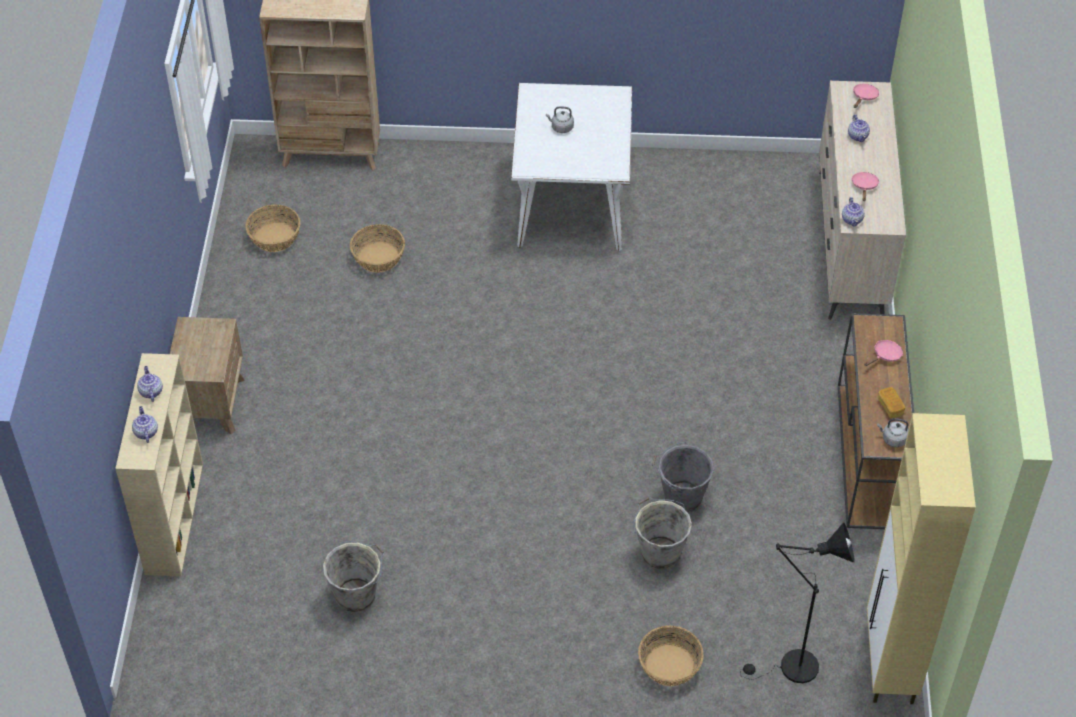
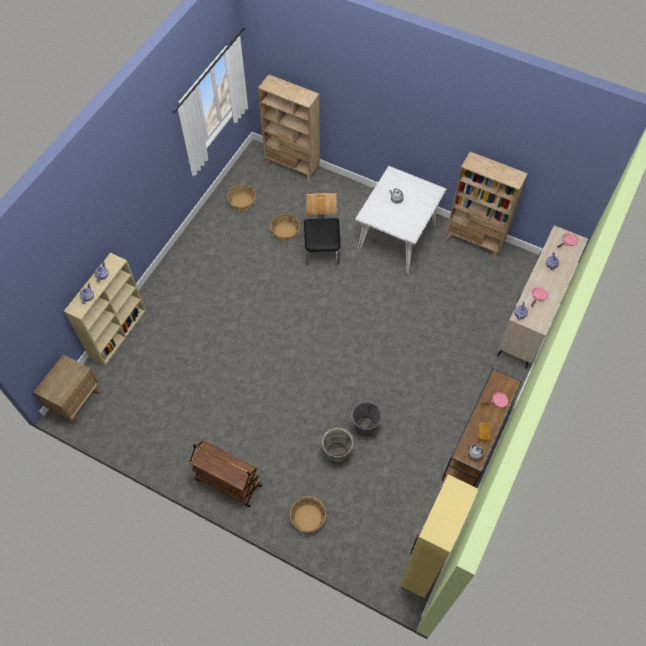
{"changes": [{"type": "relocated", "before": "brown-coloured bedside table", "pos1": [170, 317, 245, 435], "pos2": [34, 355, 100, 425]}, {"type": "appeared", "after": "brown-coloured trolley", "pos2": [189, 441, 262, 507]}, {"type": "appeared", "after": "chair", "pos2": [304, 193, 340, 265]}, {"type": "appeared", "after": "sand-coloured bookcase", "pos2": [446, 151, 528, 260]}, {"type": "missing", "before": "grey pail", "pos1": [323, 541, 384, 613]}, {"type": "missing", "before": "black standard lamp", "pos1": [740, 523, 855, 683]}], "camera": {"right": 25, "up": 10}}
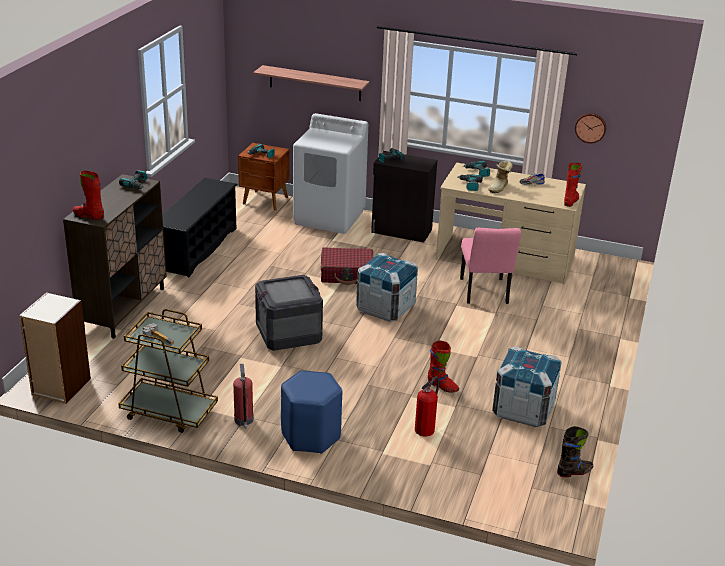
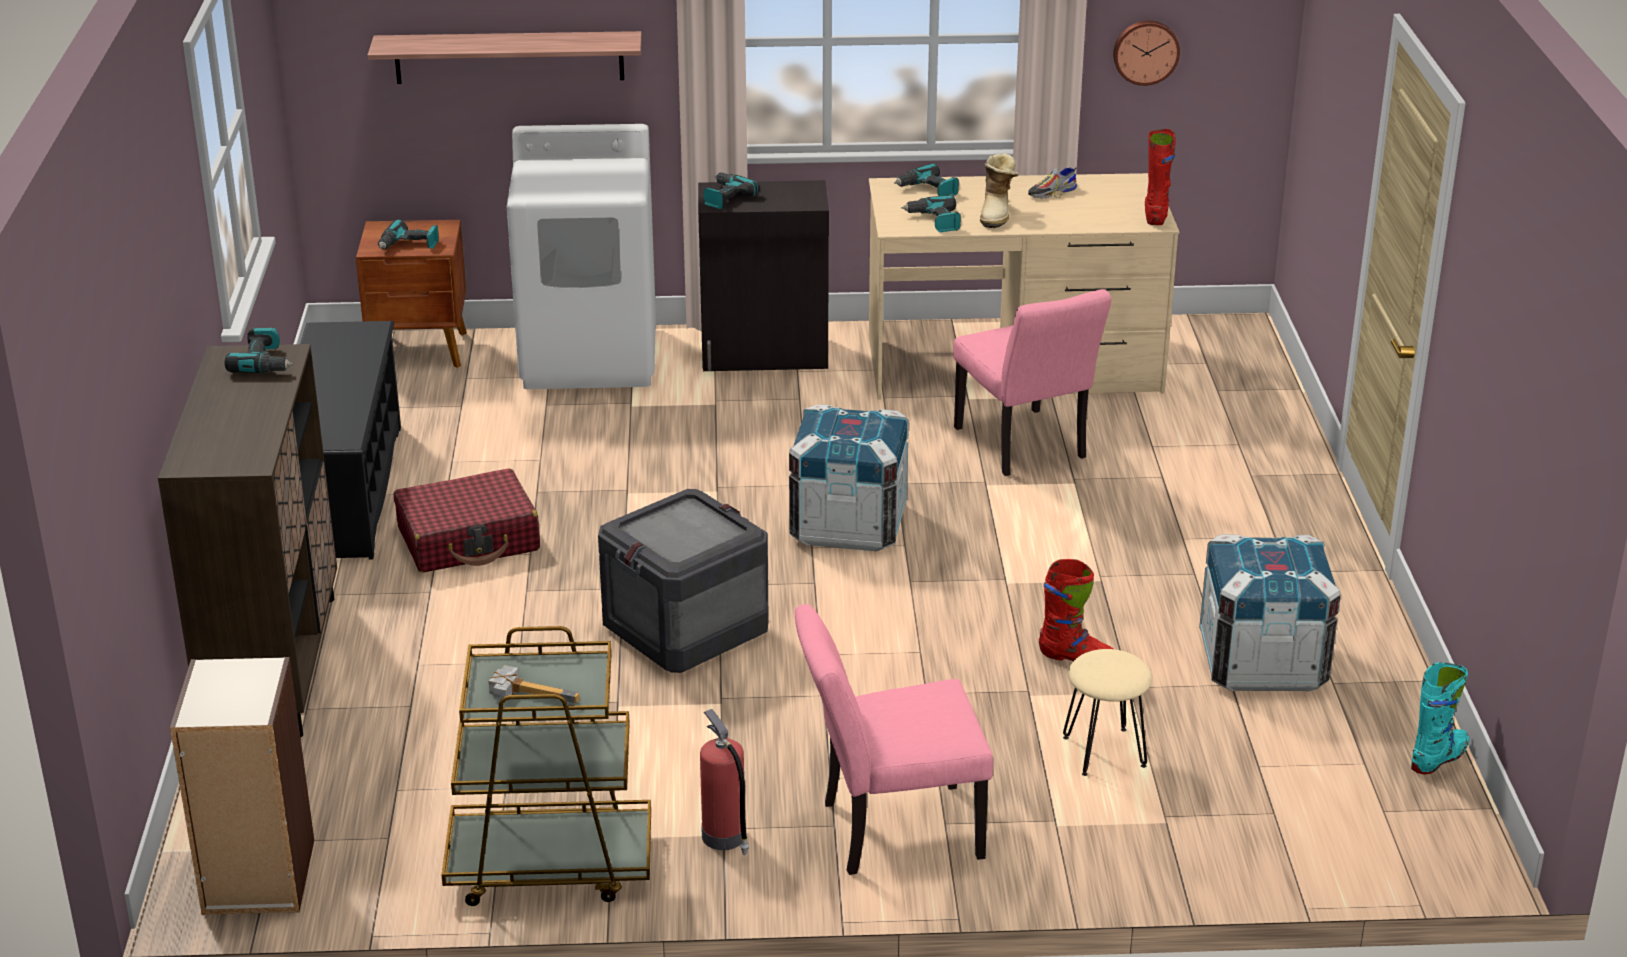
{"changes": [{"type": "relocated", "before": "red-coloured piece of luggage", "pos1": [321, 247, 373, 285], "pos2": [394, 469, 540, 573]}, {"type": "exchanged", "before": "bluish stool seat", "after": "pinkish chair", "pos1": [281, 370, 342, 454], "pos2": [795, 604, 993, 875]}, {"type": "exchanged", "before": "extinguisher", "after": "sand-coloured stool seat", "pos1": [415, 376, 439, 437], "pos2": [1063, 649, 1152, 776]}, {"type": "colour", "before": "black boot", "after": "blue-green boot", "pos1": [557, 426, 593, 478], "pos2": [1411, 662, 1469, 774]}, {"type": "missing", "before": "red-coloured boot", "pos1": [73, 171, 104, 220]}], "camera": {"right": -20, "up": 0}}
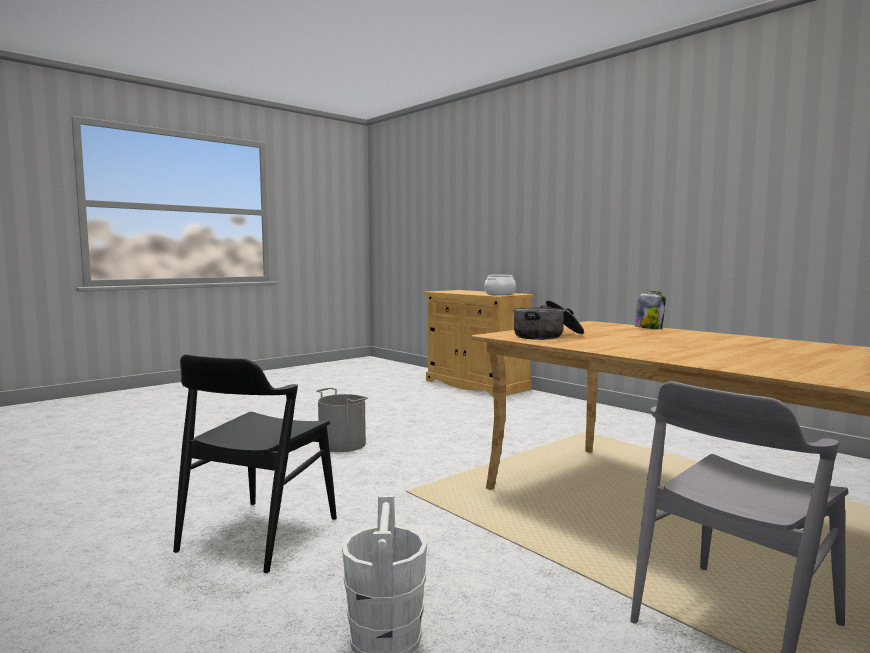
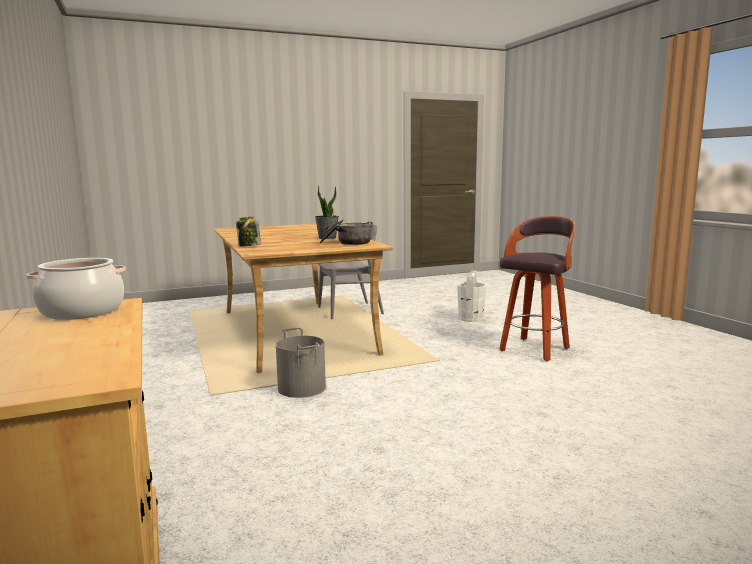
{"changes": [{"type": "relocated", "before": "grey pail", "pos1": [316, 388, 368, 452], "pos2": [276, 328, 326, 398]}, {"type": "appeared", "after": "potted plant", "pos2": [315, 185, 339, 239]}, {"type": "exchanged", "before": "black chair", "after": "stool seat", "pos1": [173, 354, 337, 573], "pos2": [500, 216, 575, 361]}], "camera": {"right": -160, "up": 5}}
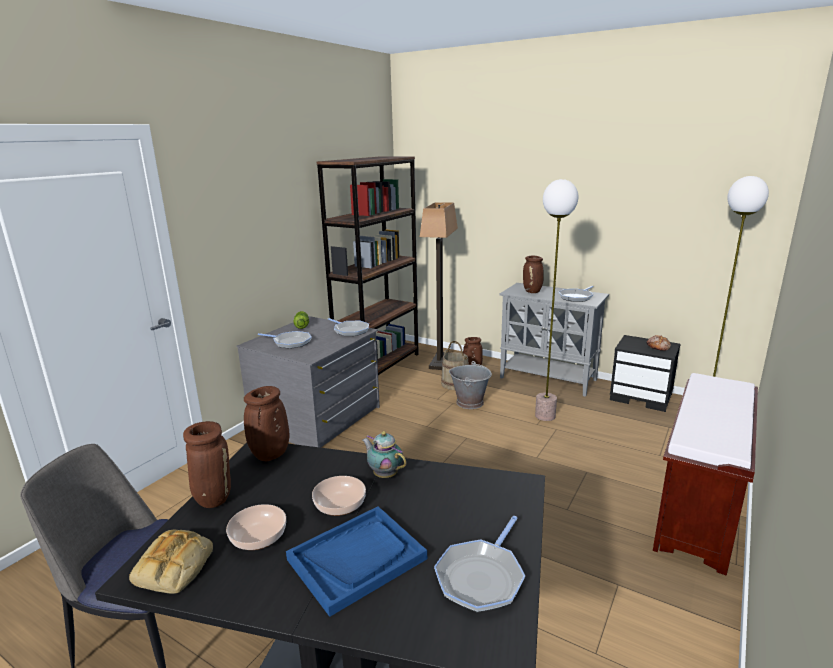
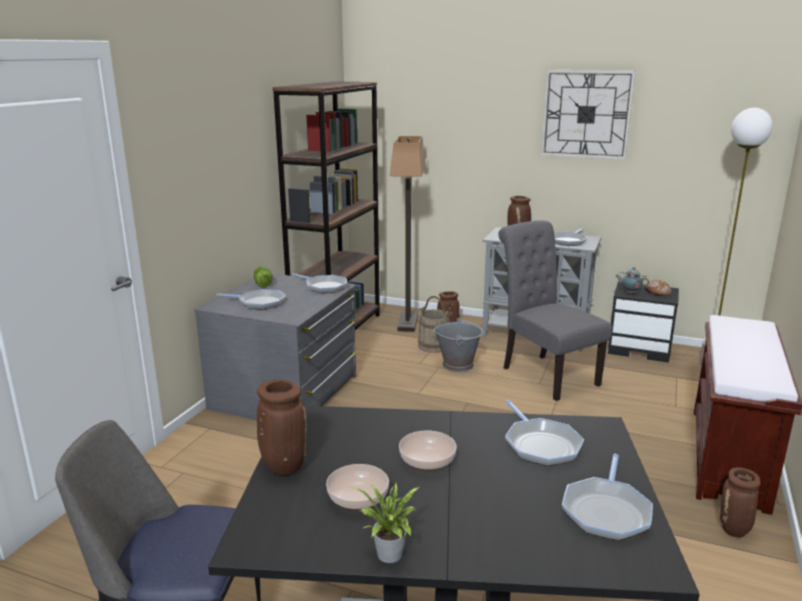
{"changes": [{"type": "appeared", "after": "potted plant", "pos2": [351, 483, 419, 563]}, {"type": "exchanged", "before": "standard lamp", "after": "grey chair", "pos1": [535, 179, 578, 421], "pos2": [498, 220, 612, 401]}, {"type": "appeared", "after": "pan", "pos2": [505, 400, 584, 466]}, {"type": "appeared", "after": "clock on the wall", "pos2": [541, 70, 636, 160]}, {"type": "relocated", "before": "tea pot", "pos1": [362, 431, 407, 478], "pos2": [615, 267, 649, 295]}, {"type": "relocated", "before": "brown-coloured decorative vase", "pos1": [244, 386, 289, 461], "pos2": [720, 467, 761, 537]}, {"type": "missing", "before": "bread", "pos1": [129, 530, 213, 594]}, {"type": "missing", "before": "bluish serving tray", "pos1": [286, 506, 427, 617]}], "camera": {"right": -10, "up": 0}}
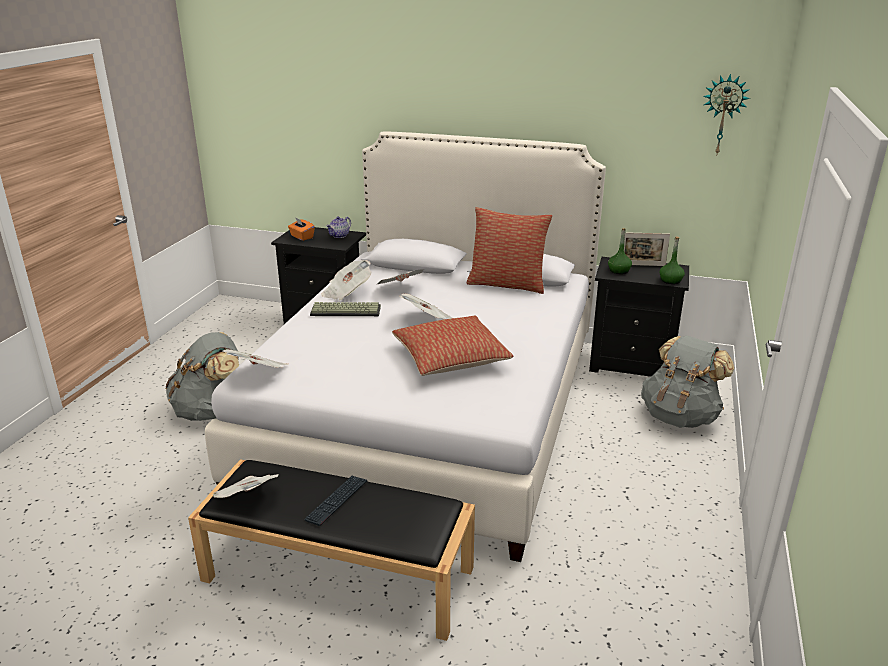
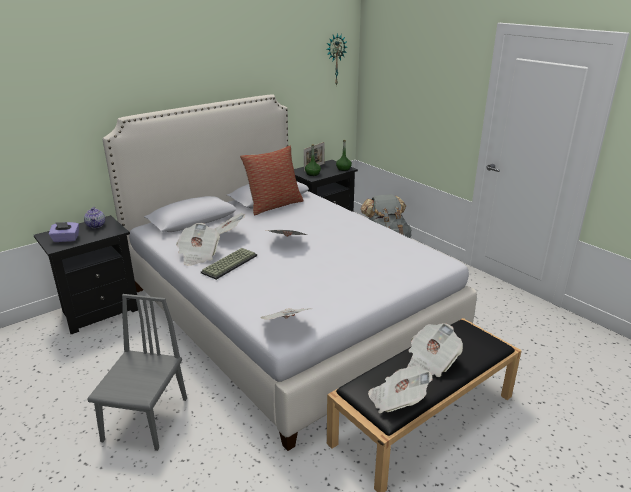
{"changes": [{"type": "colour", "before": "orangey tissue holder", "after": "purple-coloured tissue holder", "pos1": [288, 217, 315, 241], "pos2": [49, 222, 79, 242]}, {"type": "exchanged", "before": "grey backpack", "after": "grey chair", "pos1": [166, 332, 239, 421], "pos2": [87, 294, 187, 451]}, {"type": "exchanged", "before": "keyboard", "after": "newspaper", "pos1": [305, 476, 367, 526], "pos2": [408, 323, 463, 377]}, {"type": "missing", "before": "throw pillow", "pos1": [392, 316, 513, 376]}], "camera": {"right": -55, "up": 0}}
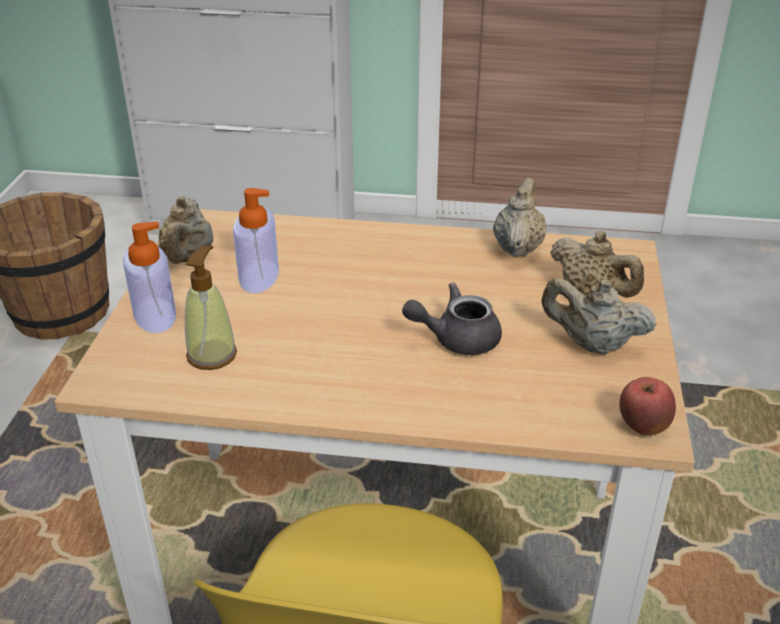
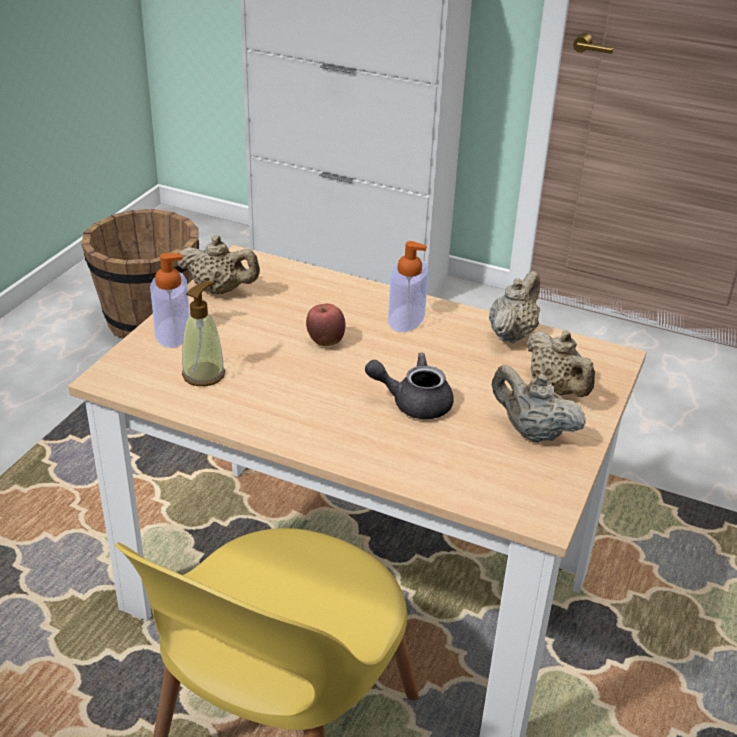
{"changes": [{"type": "spun", "before": "sand-coloured tea pot", "pos1": [158, 196, 213, 264], "pos2": [177, 235, 260, 294], "turn": -90}, {"type": "relocated", "before": "apple", "pos1": [620, 377, 676, 436], "pos2": [306, 303, 345, 346]}, {"type": "relocated", "before": "soap bottle", "pos1": [233, 188, 279, 293], "pos2": [388, 241, 428, 332]}], "camera": {"right": 15, "up": 0}}
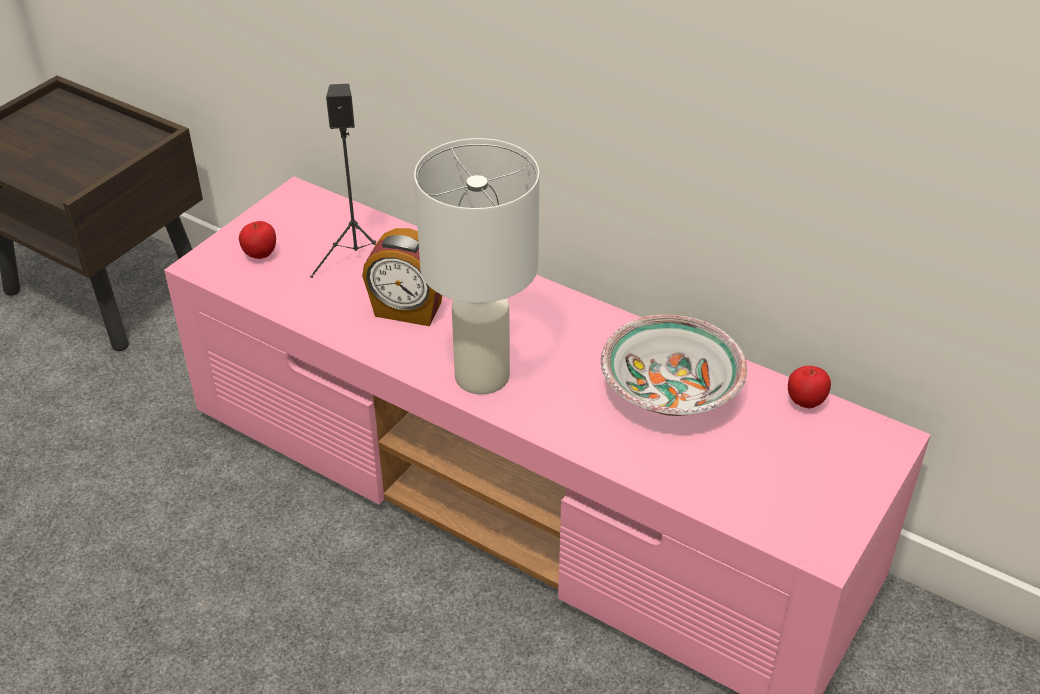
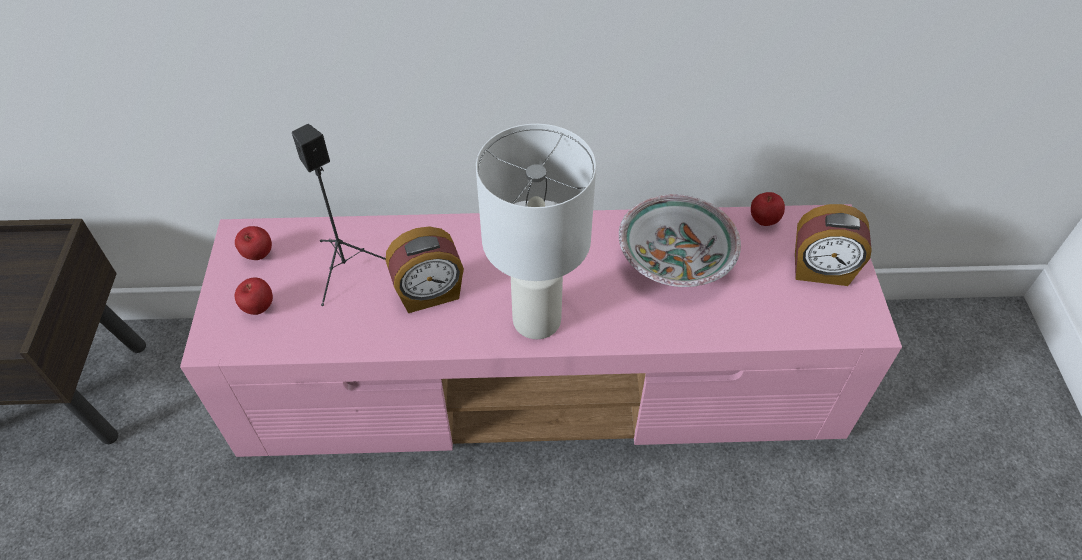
{"changes": [{"type": "appeared", "after": "apple", "pos2": [235, 226, 272, 260]}, {"type": "appeared", "after": "bedside clock", "pos2": [795, 204, 872, 286]}], "camera": {"right": -35, "up": 10}}
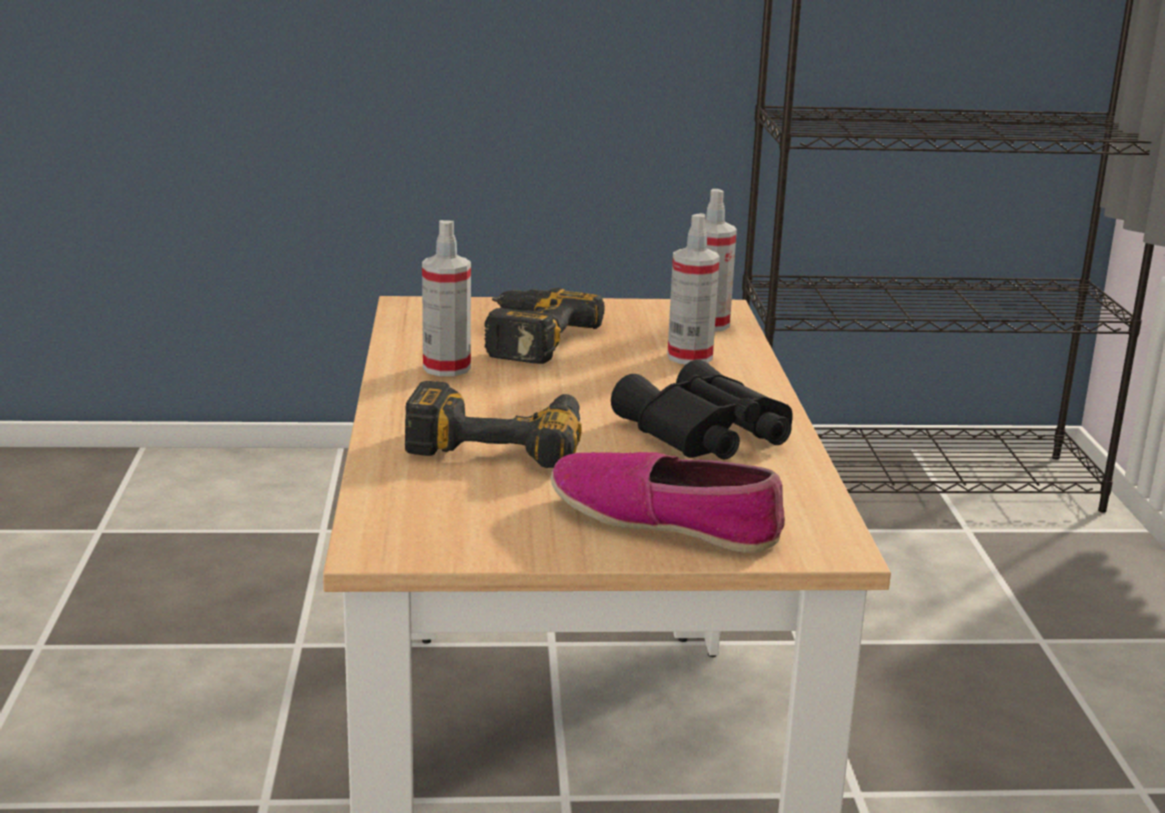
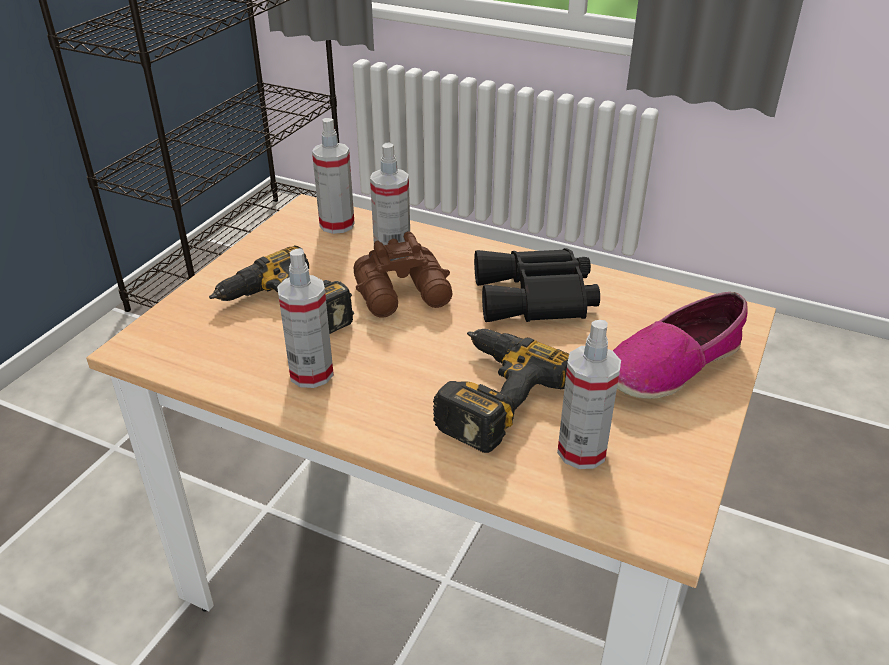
{"changes": [{"type": "appeared", "after": "brown-coloured field glasses", "pos2": [354, 231, 452, 318]}, {"type": "appeared", "after": "hand sprayer", "pos2": [557, 320, 621, 469]}], "camera": {"right": -60, "up": 15}}
